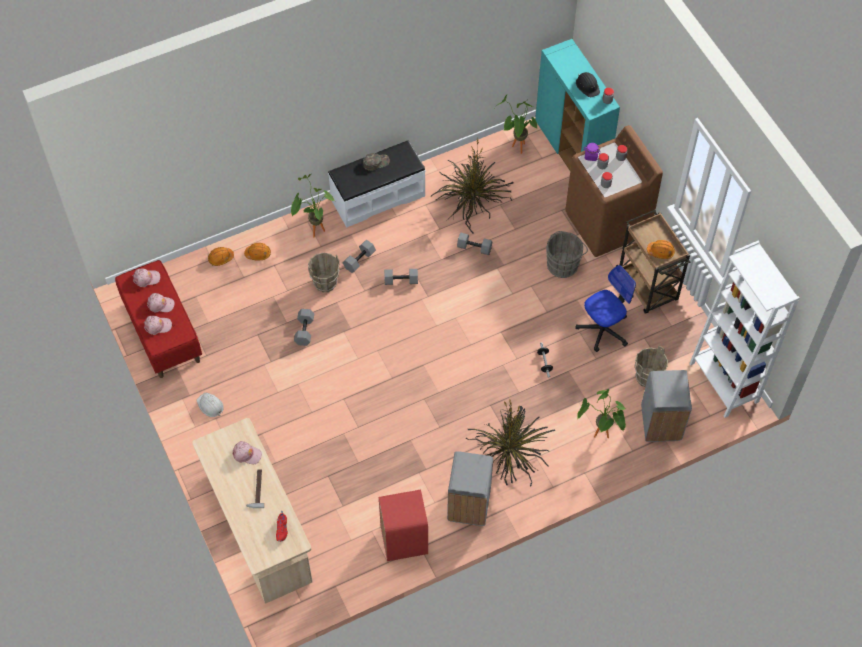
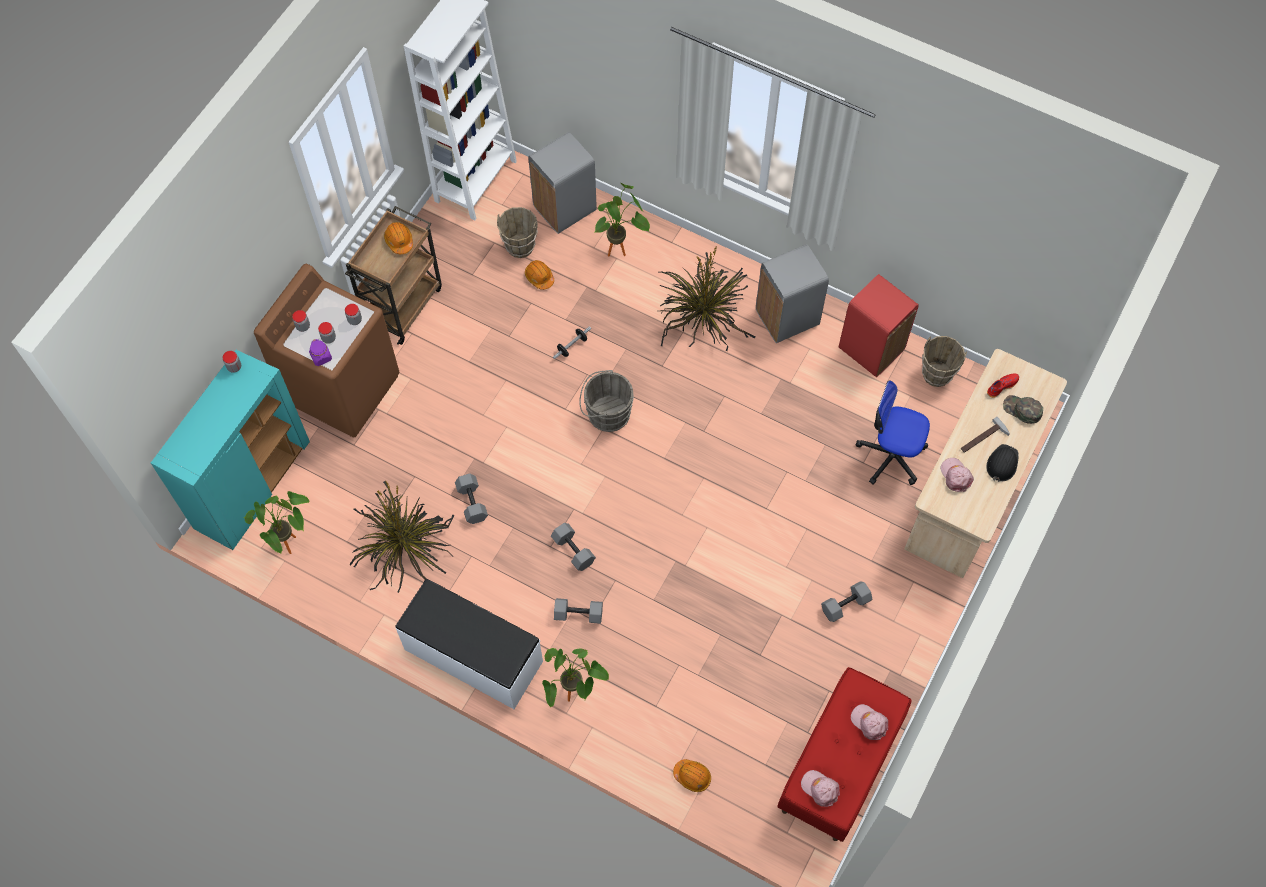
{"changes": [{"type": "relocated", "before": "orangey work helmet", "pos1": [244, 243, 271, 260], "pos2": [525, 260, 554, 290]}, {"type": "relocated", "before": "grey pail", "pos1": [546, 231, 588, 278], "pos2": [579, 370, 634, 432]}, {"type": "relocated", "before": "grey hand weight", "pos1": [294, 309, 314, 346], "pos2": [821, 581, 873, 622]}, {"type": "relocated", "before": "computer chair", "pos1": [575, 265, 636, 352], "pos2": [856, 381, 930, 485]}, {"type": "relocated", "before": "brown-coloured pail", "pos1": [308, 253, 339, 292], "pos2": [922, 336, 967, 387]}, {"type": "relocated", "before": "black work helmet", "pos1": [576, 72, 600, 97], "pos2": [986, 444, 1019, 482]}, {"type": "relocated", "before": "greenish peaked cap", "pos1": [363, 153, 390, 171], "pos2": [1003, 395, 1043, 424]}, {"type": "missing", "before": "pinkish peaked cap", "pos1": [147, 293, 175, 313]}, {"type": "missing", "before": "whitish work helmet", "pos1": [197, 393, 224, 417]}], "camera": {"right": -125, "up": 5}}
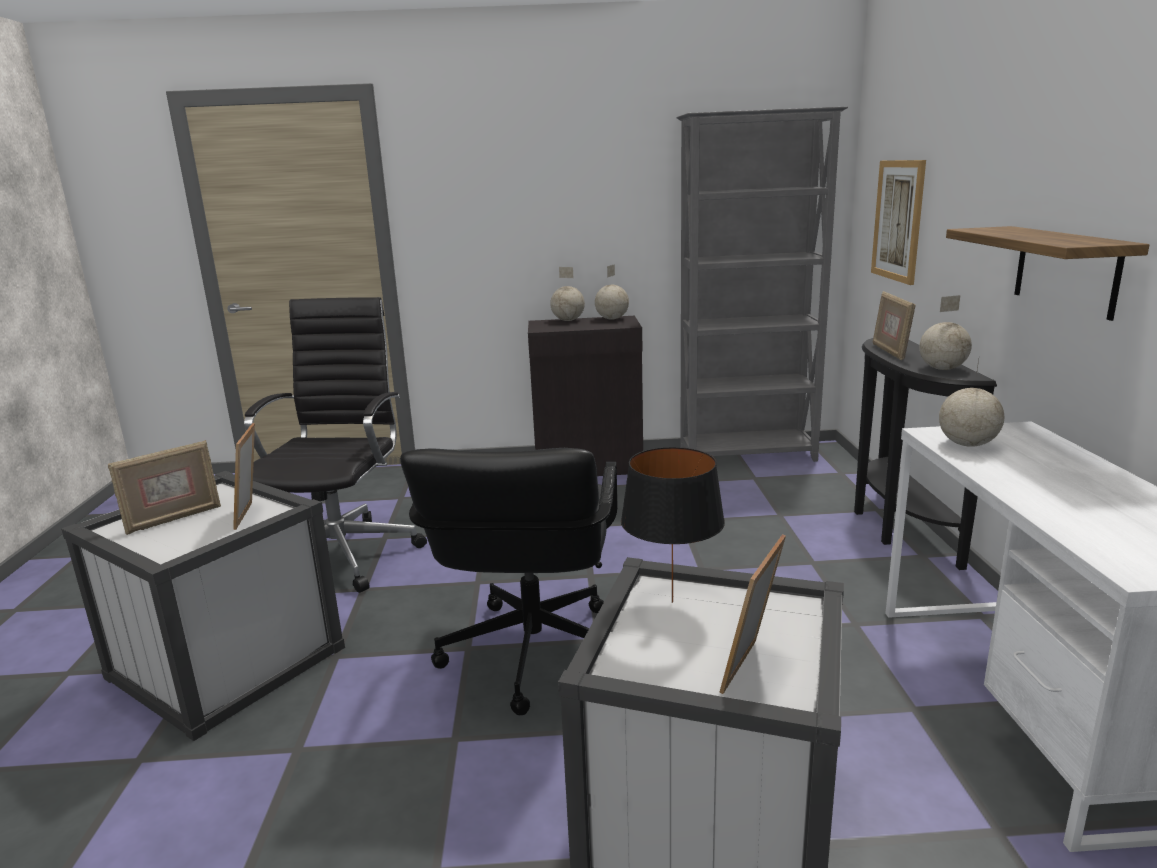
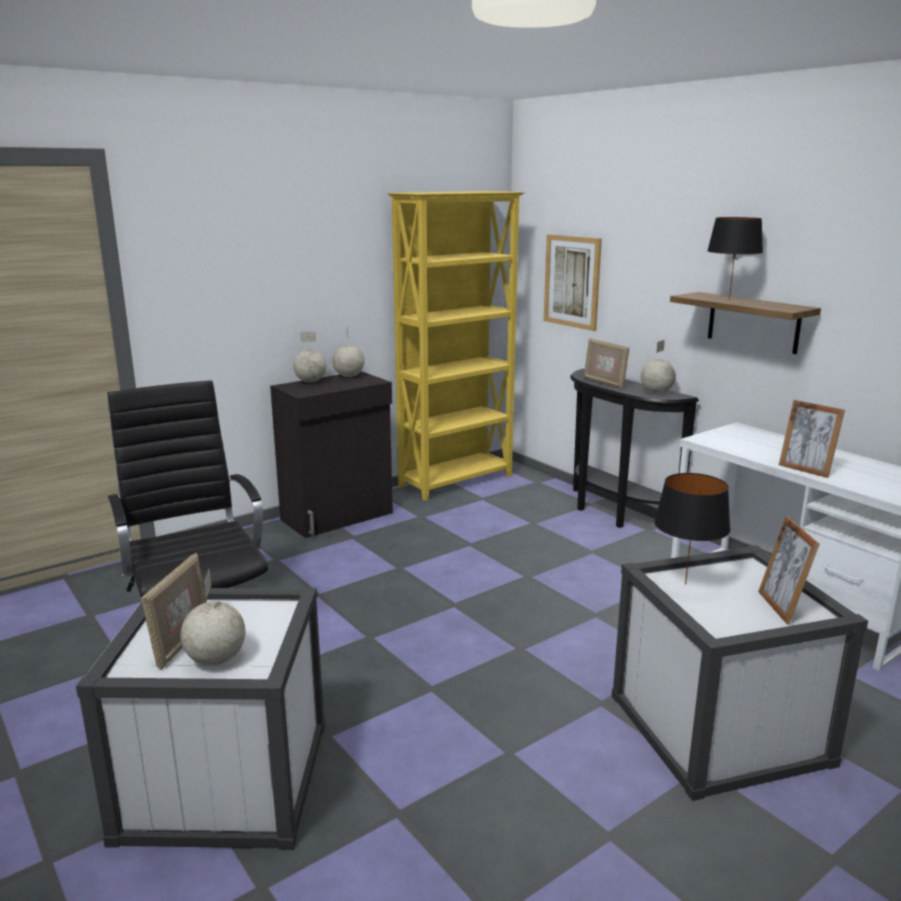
{"changes": [{"type": "relocated", "before": "desk globe", "pos1": [939, 359, 1004, 447], "pos2": [180, 568, 245, 665]}, {"type": "colour", "before": "grey bookcase", "after": "yellowish bookcase", "pos1": [676, 107, 848, 462], "pos2": [388, 191, 525, 501]}, {"type": "appeared", "after": "black table lamp", "pos2": [707, 217, 763, 300]}, {"type": "relocated", "before": "picture frame", "pos1": [233, 423, 255, 530], "pos2": [779, 400, 845, 478]}, {"type": "missing", "before": "black computer chair", "pos1": [400, 448, 617, 715]}], "camera": {"right": -35, "up": 0}}
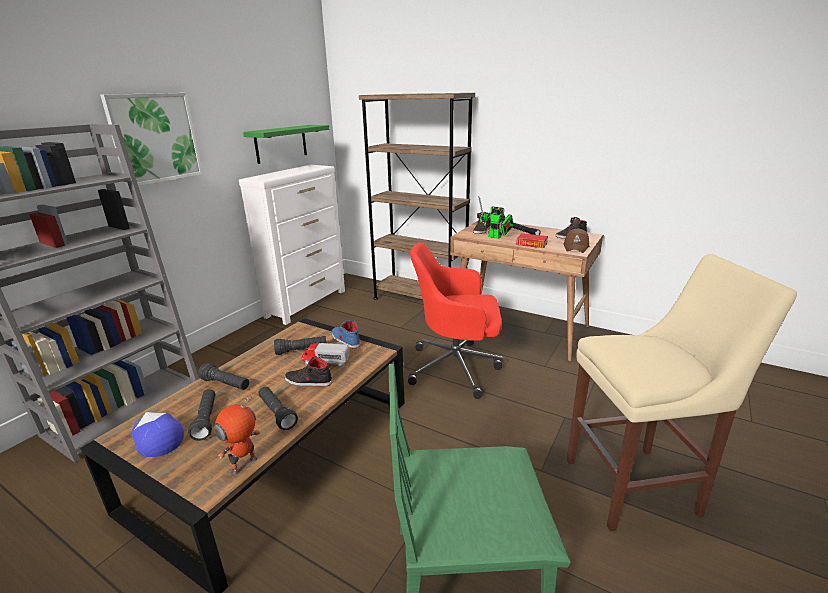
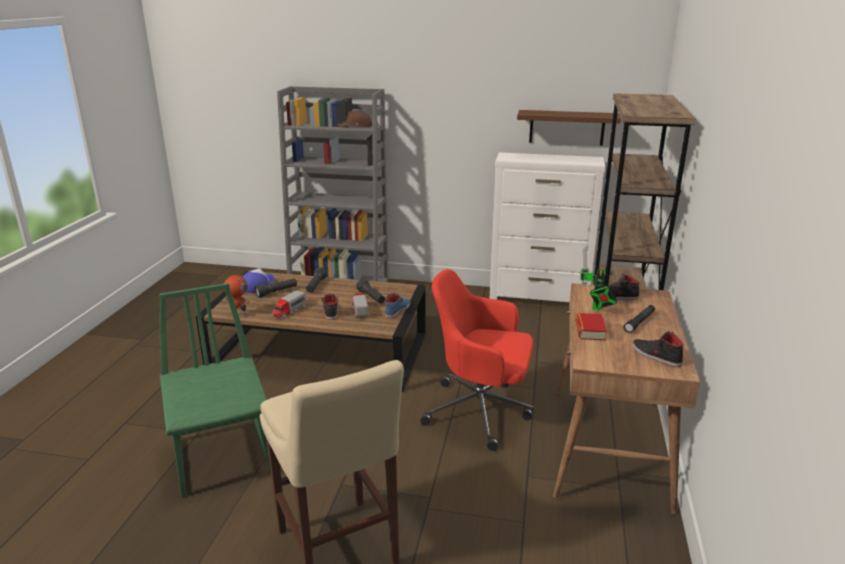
{"changes": [{"type": "exchanged", "before": "black flashlight", "after": "toy truck", "pos1": [258, 387, 298, 430], "pos2": [273, 290, 306, 318]}, {"type": "relocated", "before": "brown-coloured peaked cap", "pos1": [563, 228, 589, 253], "pos2": [337, 110, 372, 127]}, {"type": "spun", "before": "red-coloured computer chair", "pos1": [408, 243, 503, 399], "pos2": [421, 269, 533, 451], "turn": -60}, {"type": "colour", "before": "greenish shelf", "after": "brown-coloured shelf", "pos1": [243, 125, 329, 164], "pos2": [517, 110, 621, 146]}, {"type": "missing", "before": "wall art", "pos1": [100, 93, 203, 188]}], "camera": {"right": 70, "up": 0}}
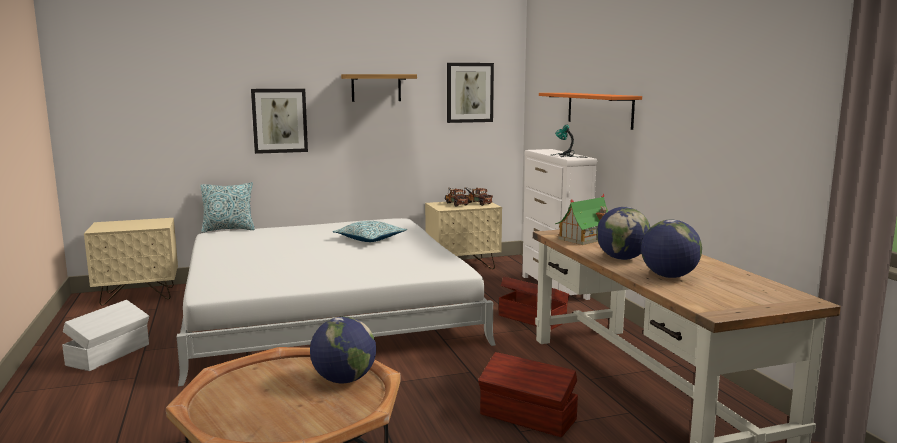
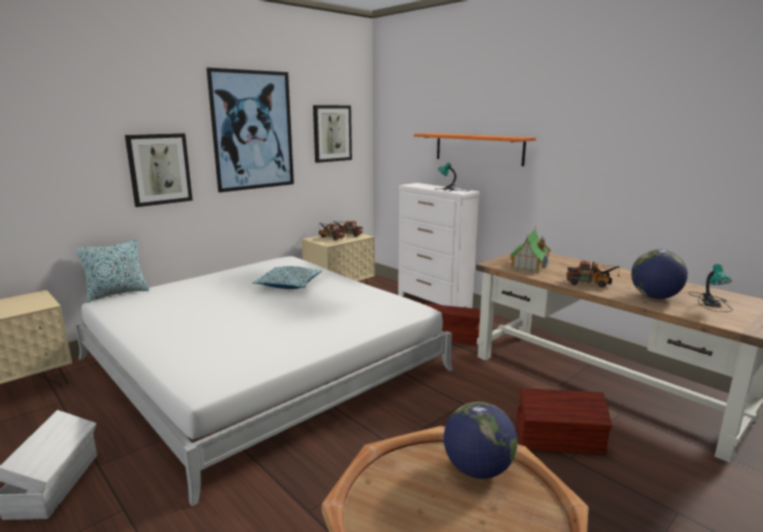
{"changes": [{"type": "exchanged", "before": "shelf", "after": "wall art", "pos1": [341, 74, 417, 102], "pos2": [207, 68, 294, 193]}, {"type": "exchanged", "before": "desk globe", "after": "toy truck", "pos1": [597, 207, 650, 260], "pos2": [566, 260, 620, 288]}, {"type": "appeared", "after": "table lamp", "pos2": [688, 264, 733, 312]}], "camera": {"right": -25, "up": 5}}
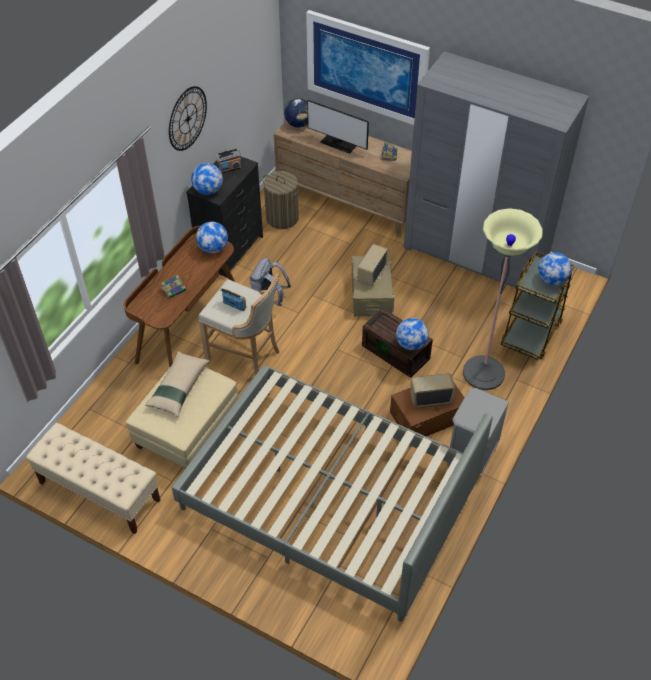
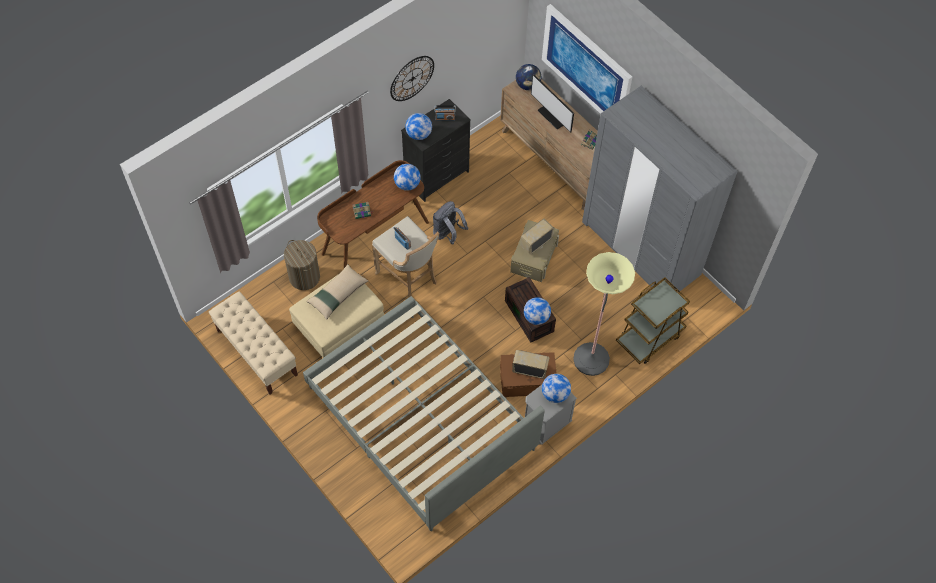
{"changes": [{"type": "relocated", "before": "washing basket", "pos1": [262, 171, 299, 229], "pos2": [284, 240, 320, 290]}, {"type": "relocated", "before": "desk globe", "pos1": [538, 252, 572, 285], "pos2": [542, 374, 571, 403]}], "camera": {"right": 20, "up": 10}}
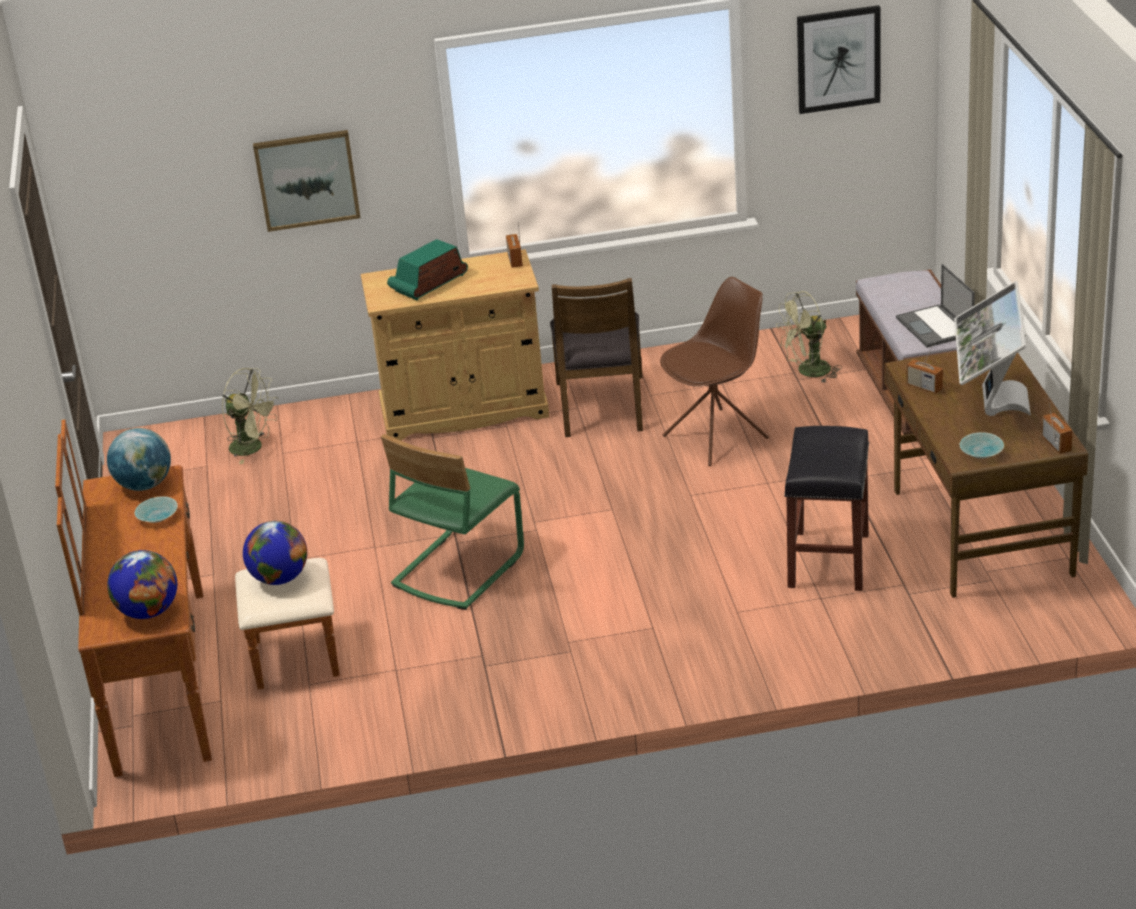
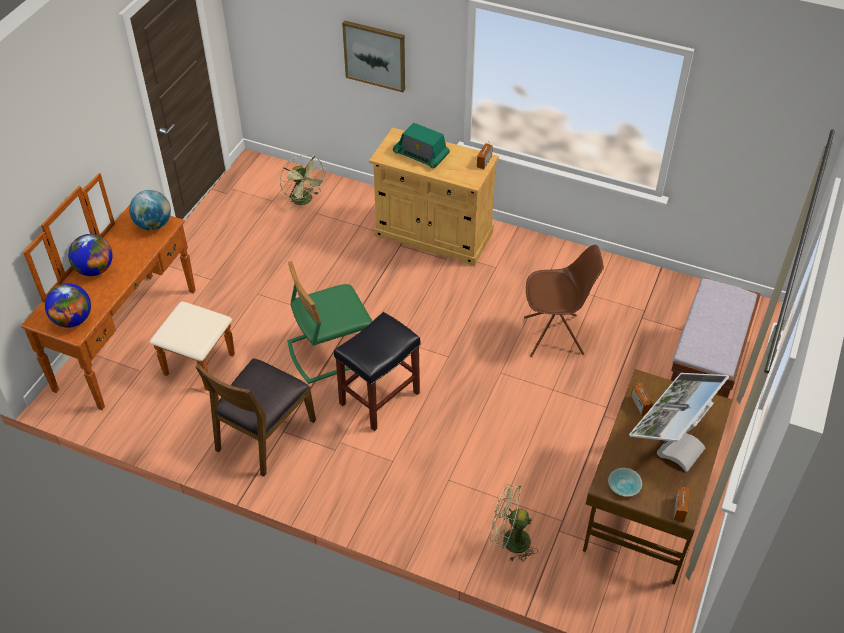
{"changes": [{"type": "relocated", "before": "desk globe", "pos1": [243, 521, 307, 585], "pos2": [68, 234, 112, 276]}, {"type": "relocated", "before": "brown-coloured chair", "pos1": [550, 278, 643, 437], "pos2": [196, 359, 316, 477]}, {"type": "relocated", "before": "black stool seat", "pos1": [784, 426, 869, 591], "pos2": [334, 312, 420, 431]}, {"type": "spun", "before": "radio", "pos1": [387, 239, 468, 300], "pos2": [393, 122, 450, 168], "turn": -135}, {"type": "relocated", "before": "greenish fan", "pos1": [776, 291, 842, 383], "pos2": [490, 484, 538, 562]}, {"type": "missing", "before": "blue-green deep dish", "pos1": [135, 496, 178, 523]}, {"type": "missing", "before": "wall art", "pos1": [797, 5, 880, 114]}, {"type": "missing", "before": "notebook computer", "pos1": [896, 264, 975, 348]}], "camera": {"right": 30, "up": 15}}
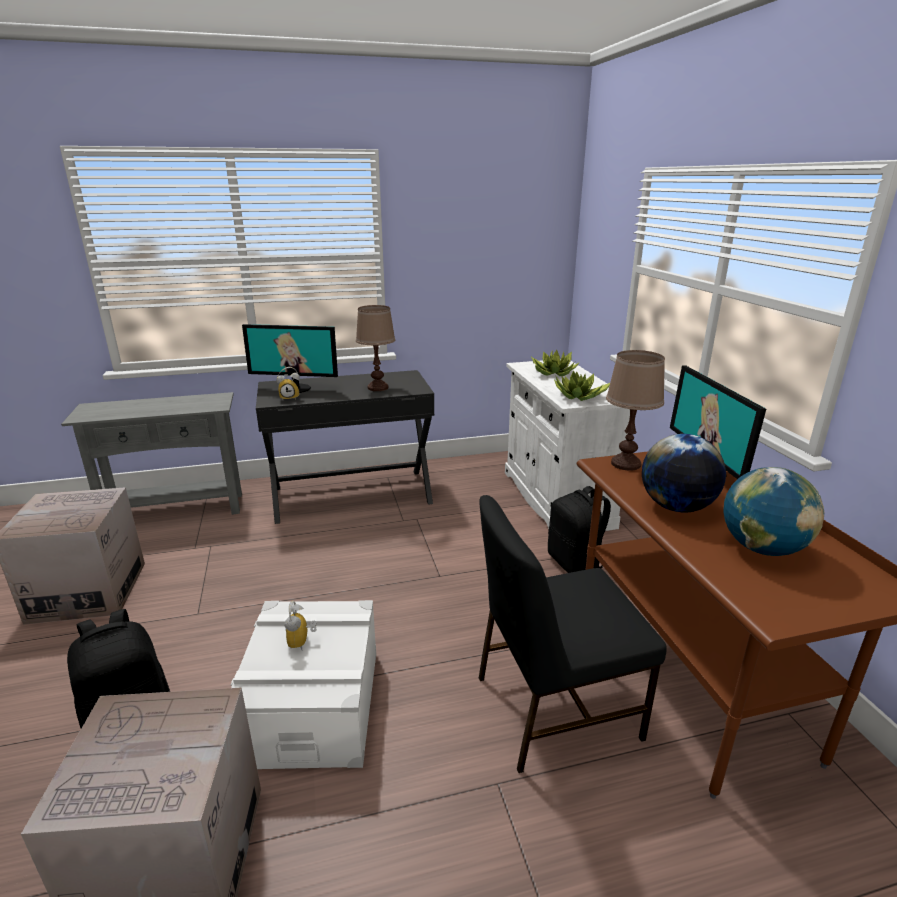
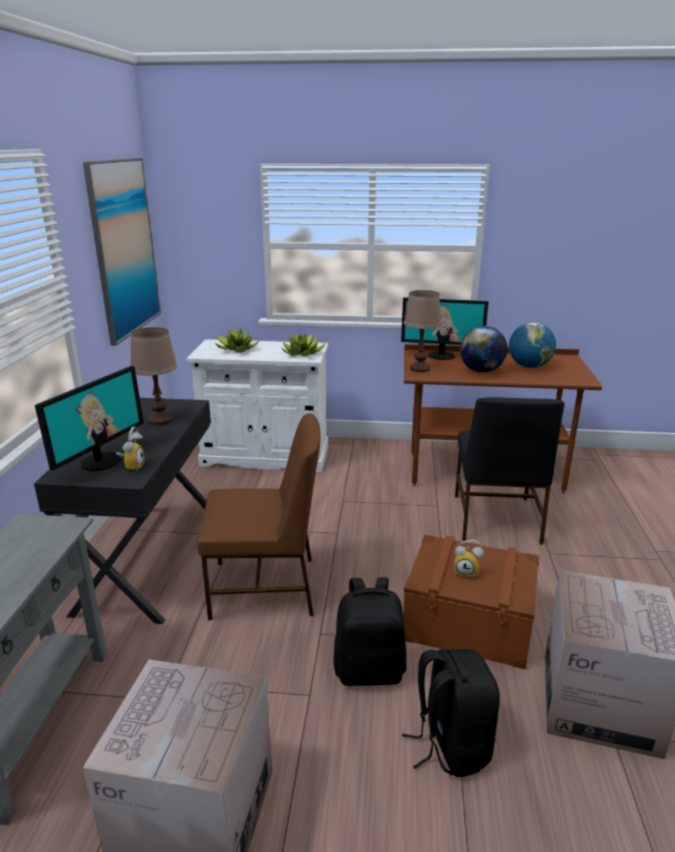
{"changes": [{"type": "appeared", "after": "wall art", "pos2": [83, 158, 161, 346]}, {"type": "appeared", "after": "brown-coloured chair", "pos2": [197, 413, 321, 620]}, {"type": "relocated", "before": "black backpack", "pos1": [548, 486, 611, 573], "pos2": [333, 577, 407, 686]}, {"type": "colour", "before": "whitish storage box", "after": "brown-coloured storage box", "pos1": [231, 600, 376, 769], "pos2": [403, 535, 539, 669]}], "camera": {"right": -70, "up": 0}}
